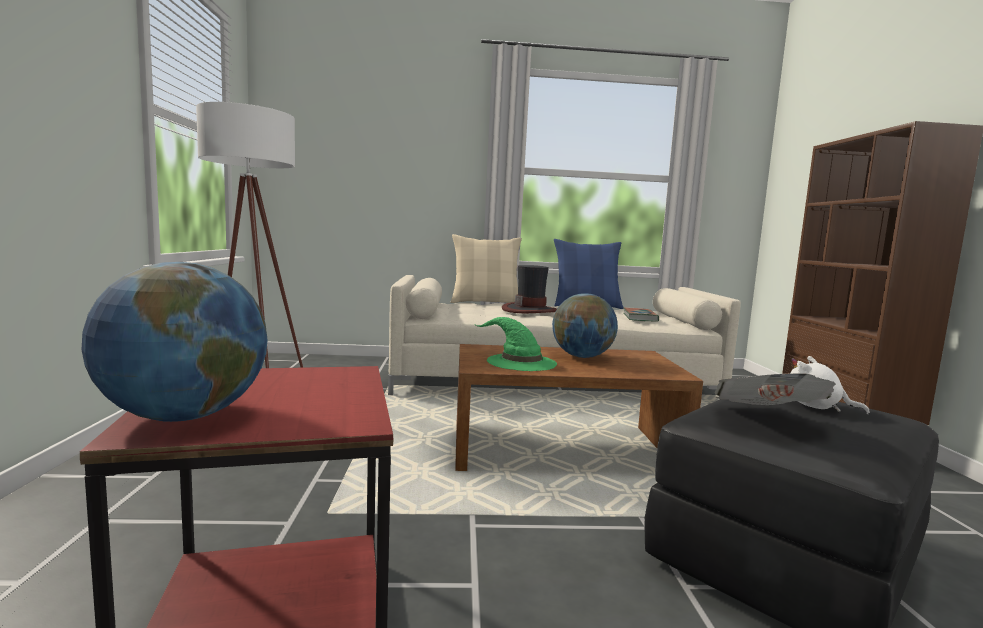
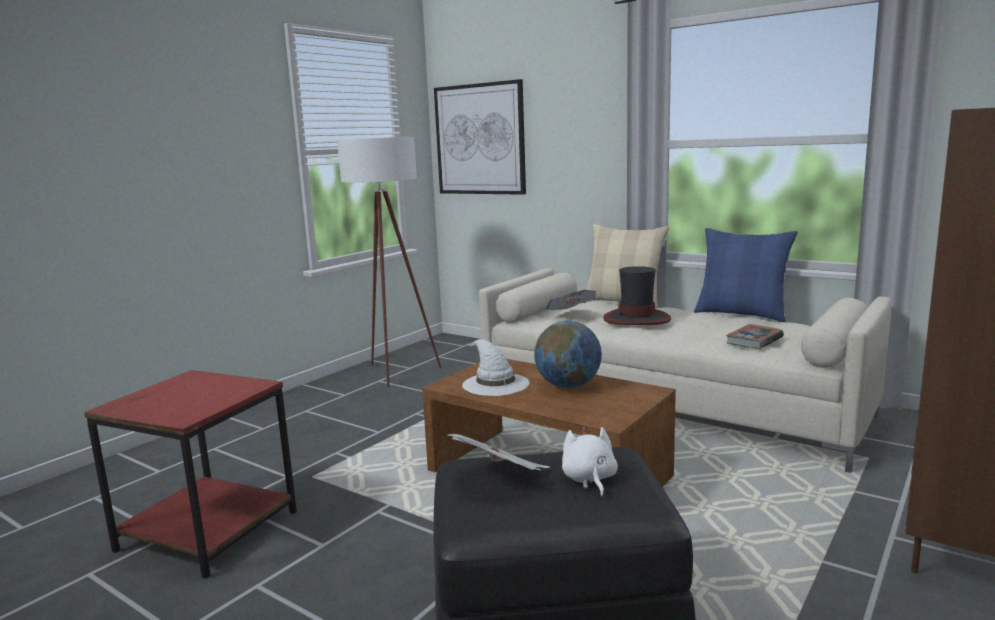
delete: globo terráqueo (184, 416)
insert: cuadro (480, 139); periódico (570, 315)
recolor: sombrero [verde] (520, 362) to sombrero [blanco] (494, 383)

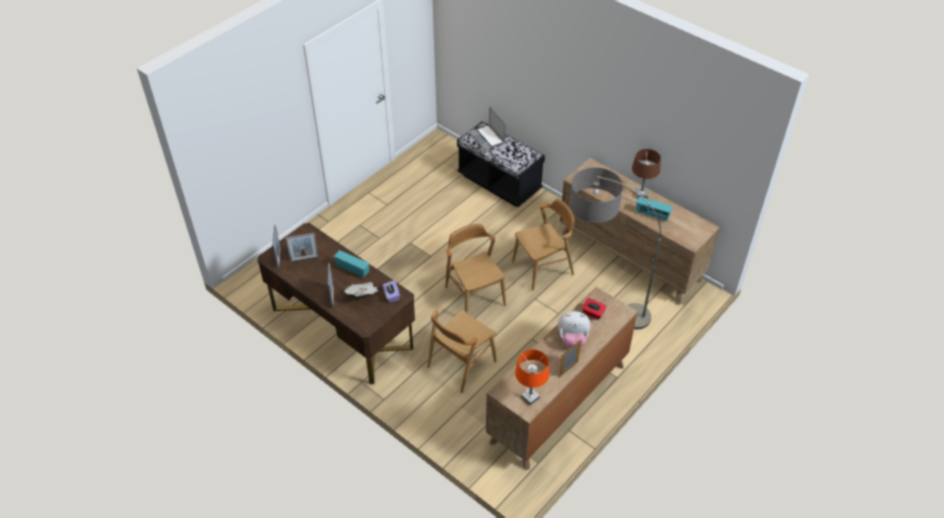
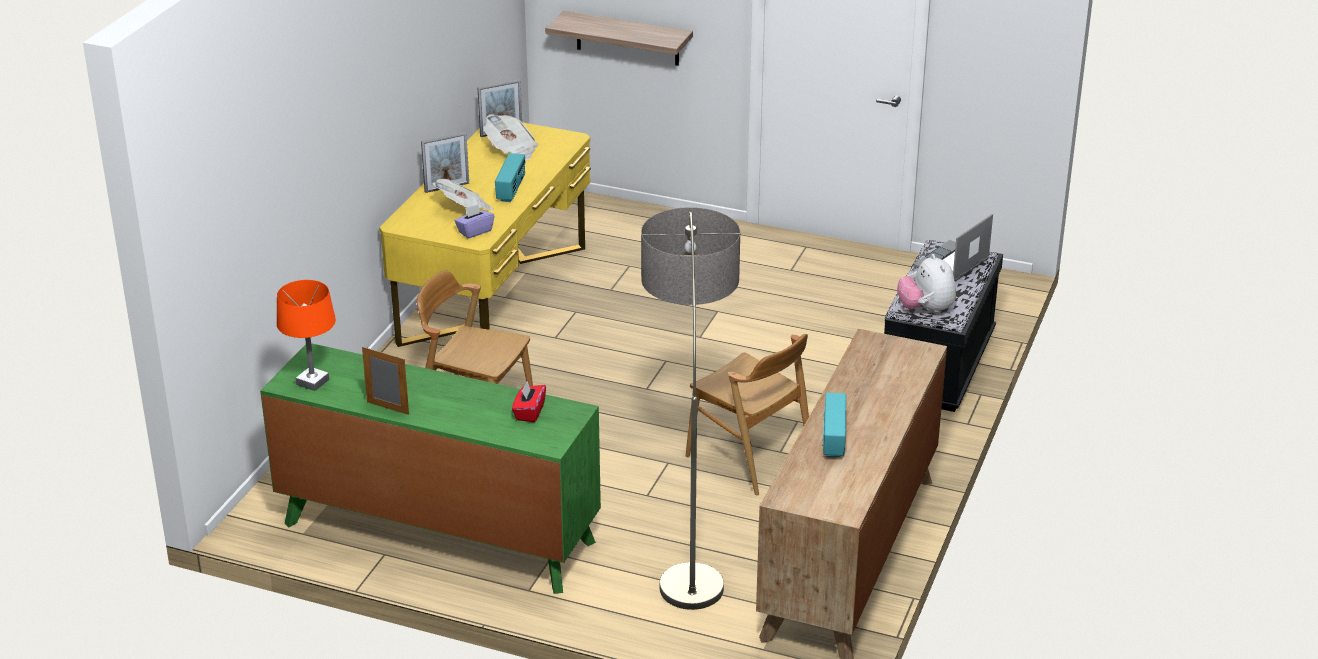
delete: silla [marrón] (475, 296); lámpara de mesa [marrón] (641, 194)
insert: estante (627, 38)
move: peluche (572, 339) to (926, 310)
replace: portarretratos (304, 258) to periódico (511, 150)
recolor: escritorio [marrón] (342, 328) to escritorio [amarillo] (494, 294); cómoda [marrón] (558, 403) to cómoda [verde] (437, 533)

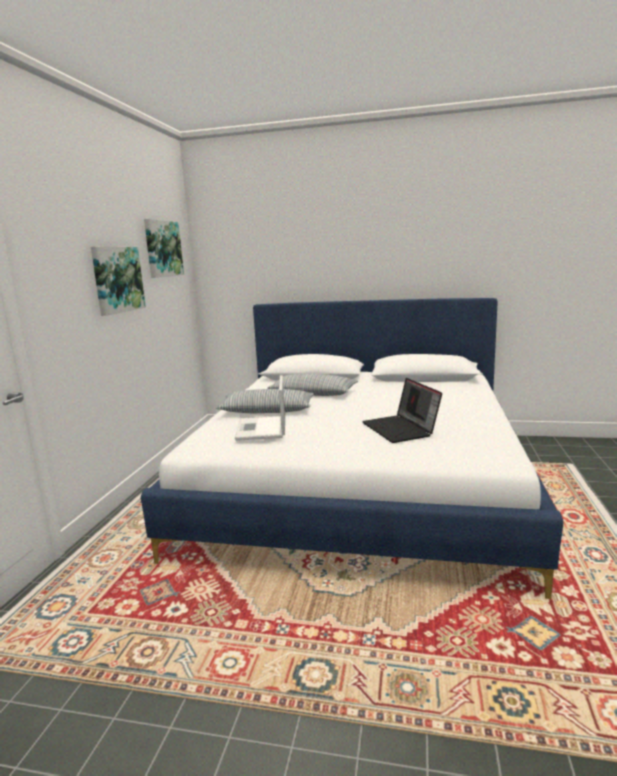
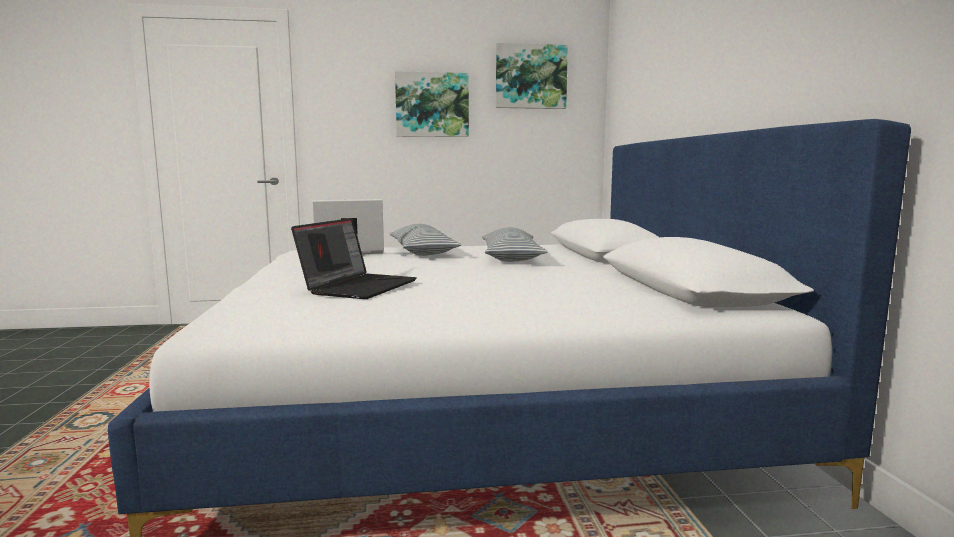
rotate: portátil (401, 429) = (358, 286) 150 degrees clockwise

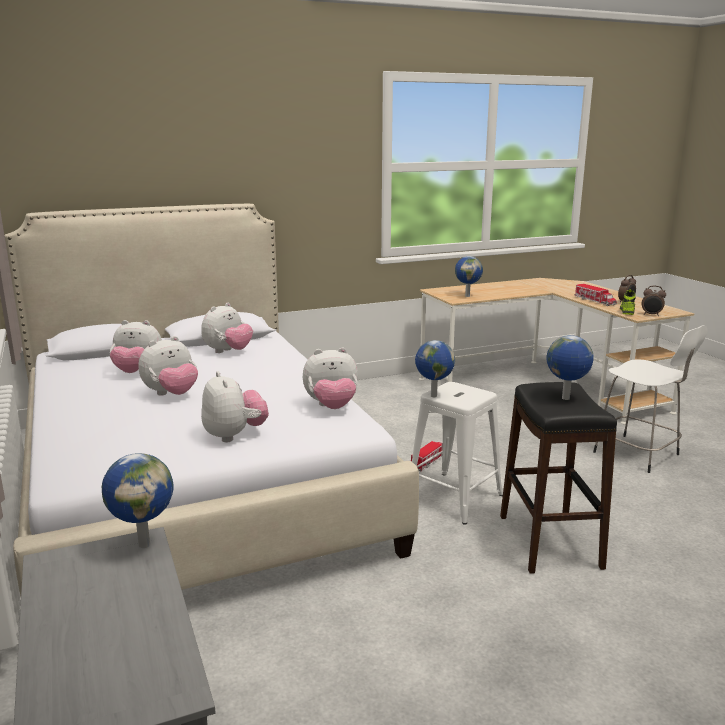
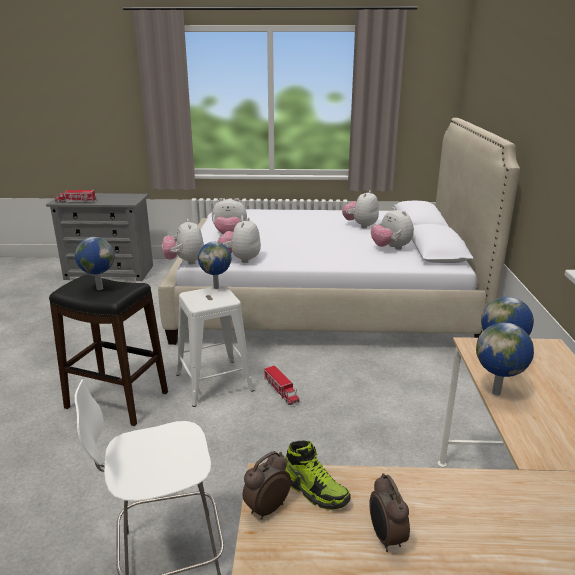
move: globo terráqueo (144, 544) to (497, 393); peluche (171, 394) to (185, 262); camión de juguete (595, 301) to (76, 201)

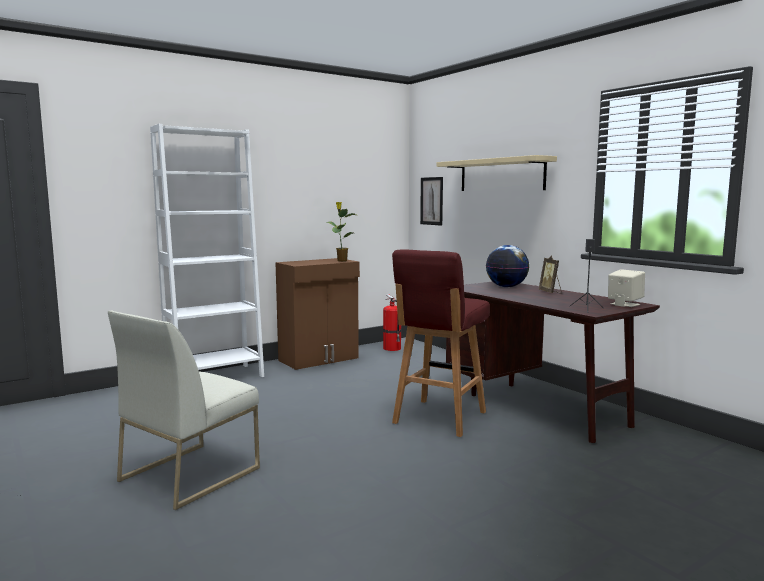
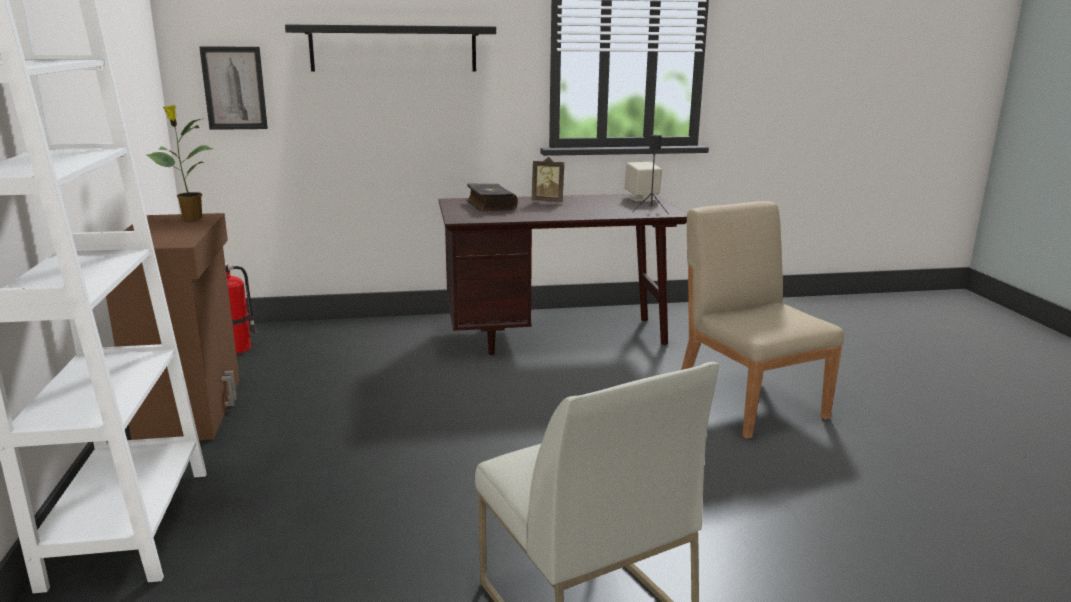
delete: taburete [rojo] (438, 418)
insert: silla [beis] (749, 402)
replace: globo terráqueo (506, 287) to libro (490, 205)
recolor: estante [beis] (501, 175) to estante [negro] (393, 48)

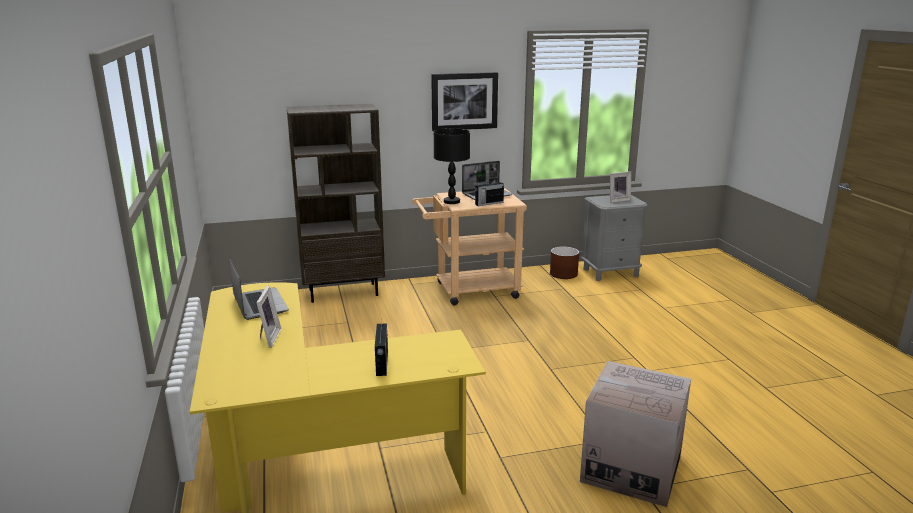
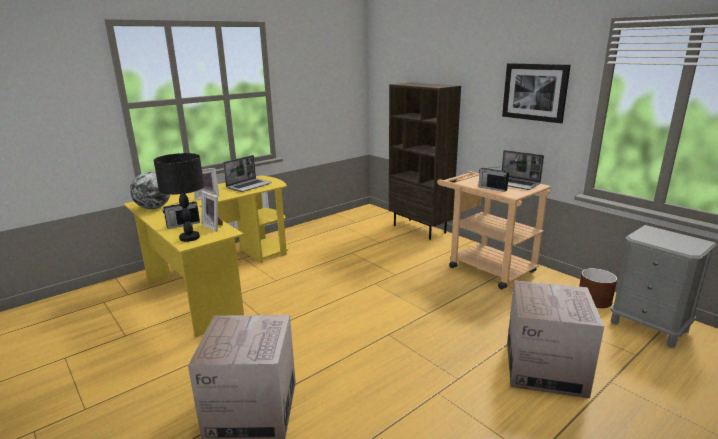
insert: globo terráqueo (154, 208); caja de cartón (545, 368)
move: lámpara de mesa [negro] (451, 201) to (190, 237); portarretratos (618, 200) to (214, 226)

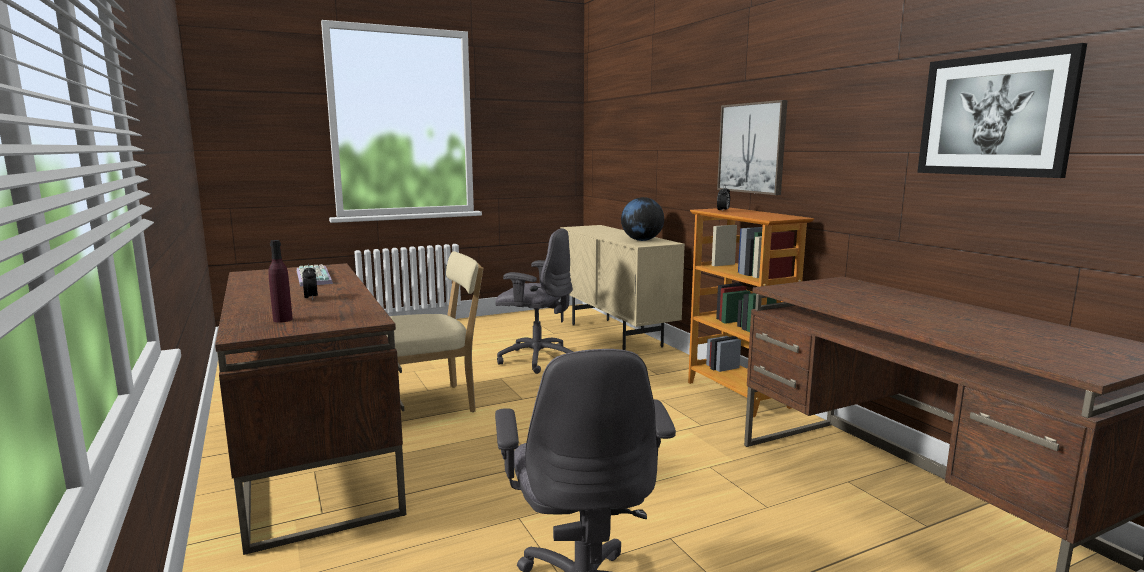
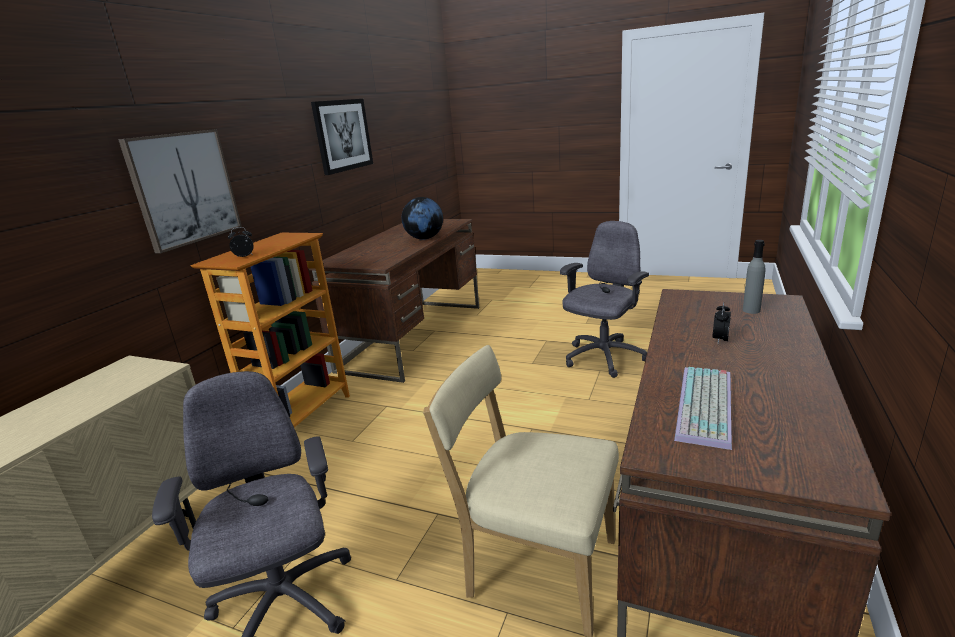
move: globo terráqueo (642, 240) to (424, 238)
recolor: botella [morado] (283, 320) to botella [gris] (751, 310)

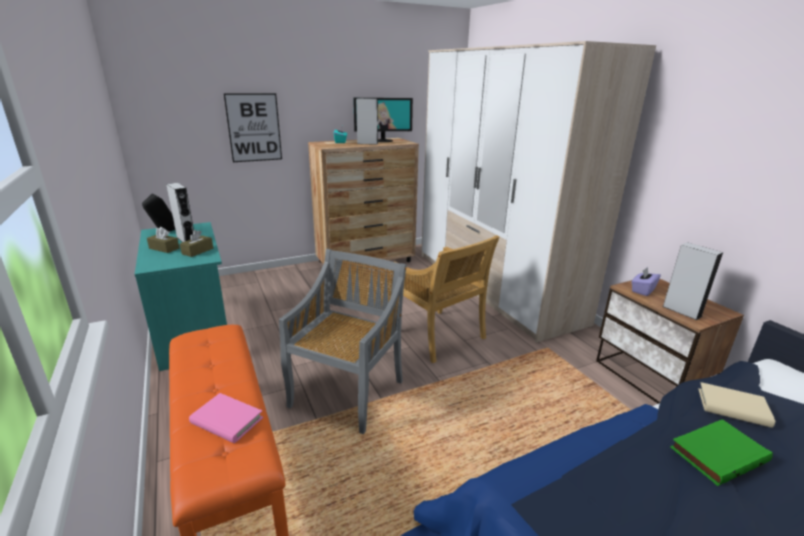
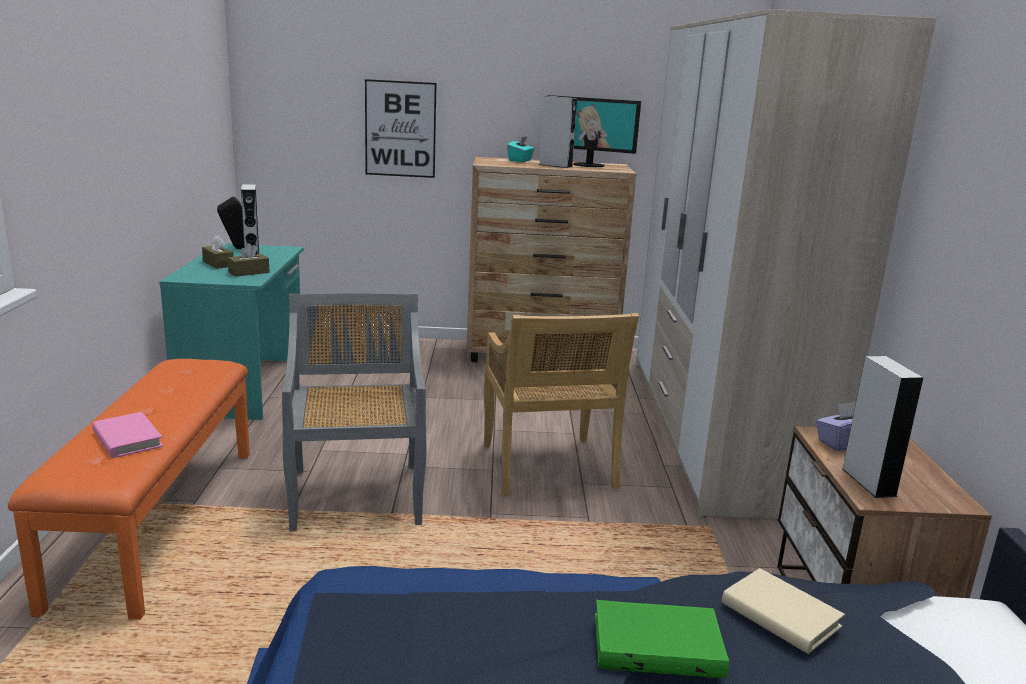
rotate: silla [gris] (348, 392) = (356, 495) 60 degrees counterclockwise

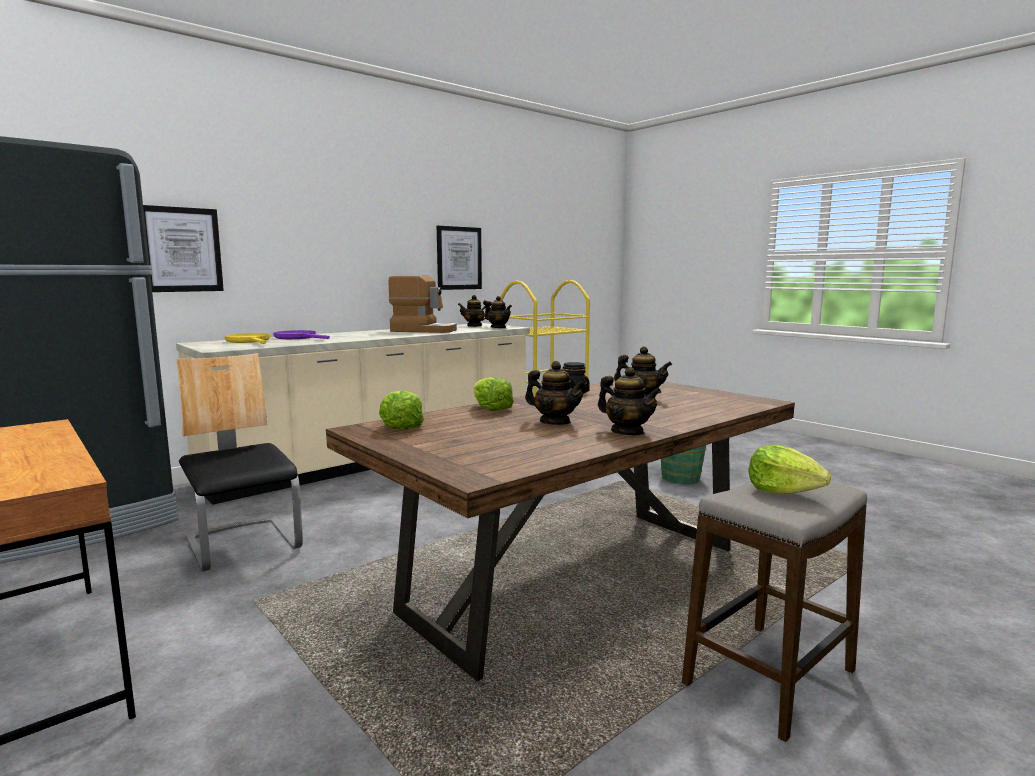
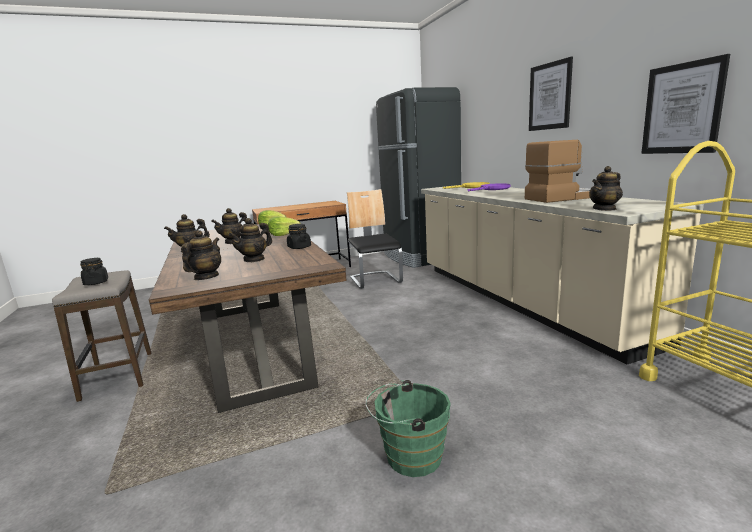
move: cuadro (182, 249) to (550, 96); tetera (474, 326) to (206, 277)
replace: lechuga (783, 490) to tarro [negro] (96, 282)
rotate: silla (244, 544) = (375, 280) 90 degrees counterclockwise; cafetera (424, 330) = (560, 198) 135 degrees counterclockwise

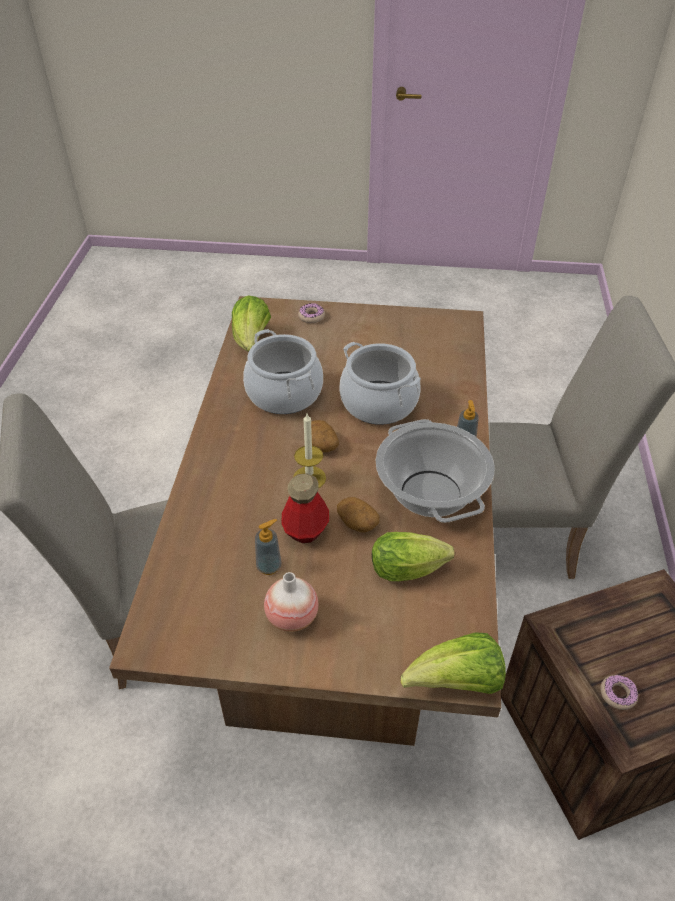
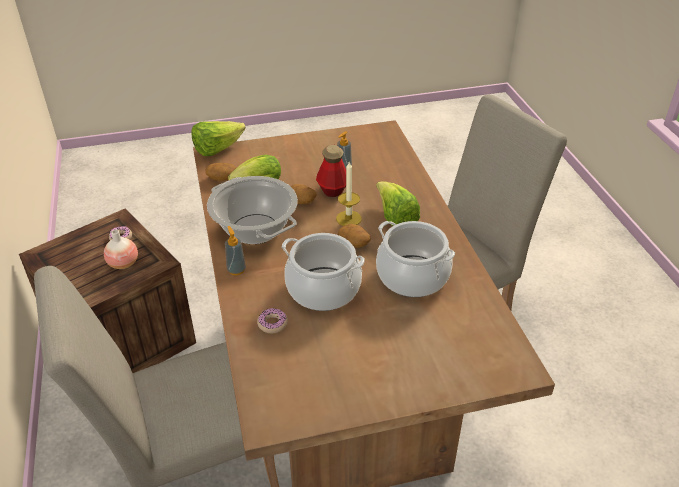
insert: patata (221, 178)
move: lechuga (251, 341) to (395, 218); florero (292, 617) to (123, 264); rosquilla (311, 317) to (272, 324)

